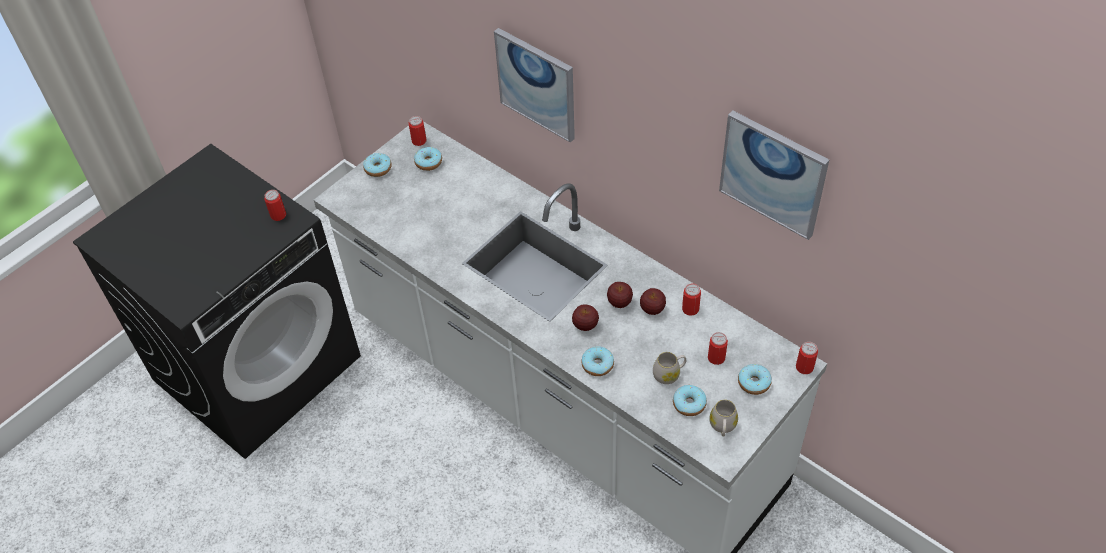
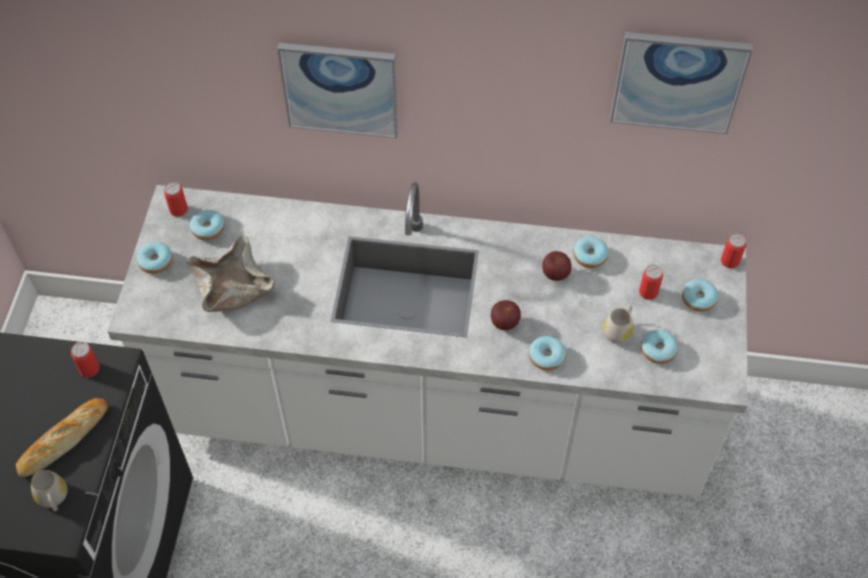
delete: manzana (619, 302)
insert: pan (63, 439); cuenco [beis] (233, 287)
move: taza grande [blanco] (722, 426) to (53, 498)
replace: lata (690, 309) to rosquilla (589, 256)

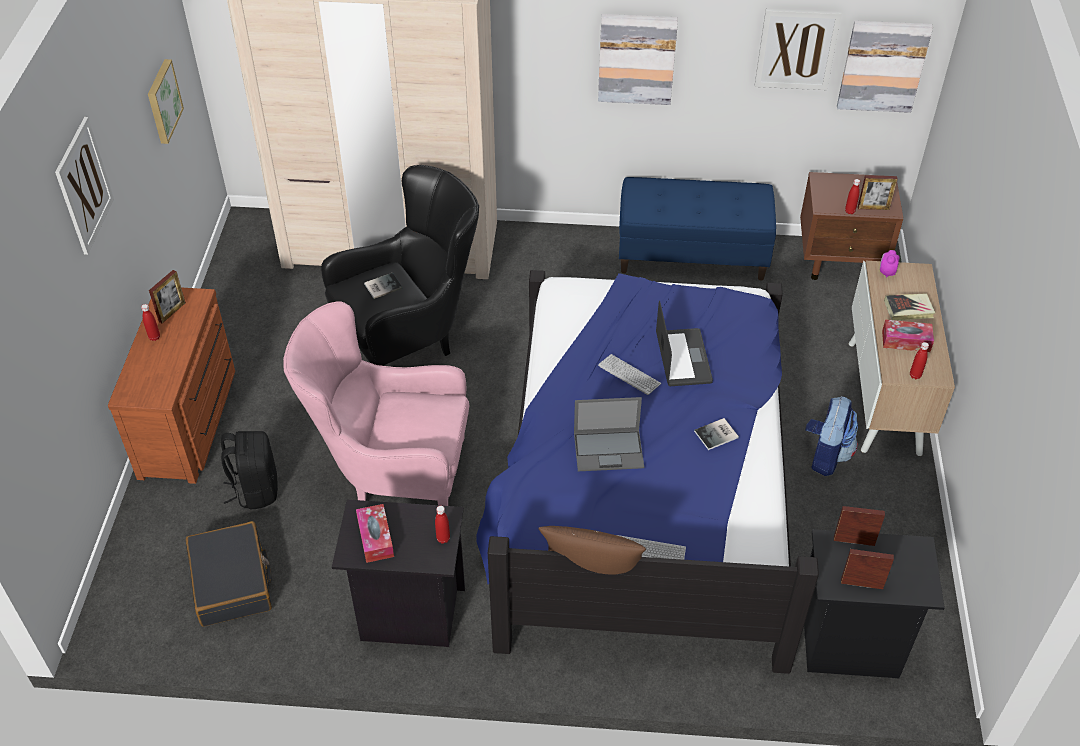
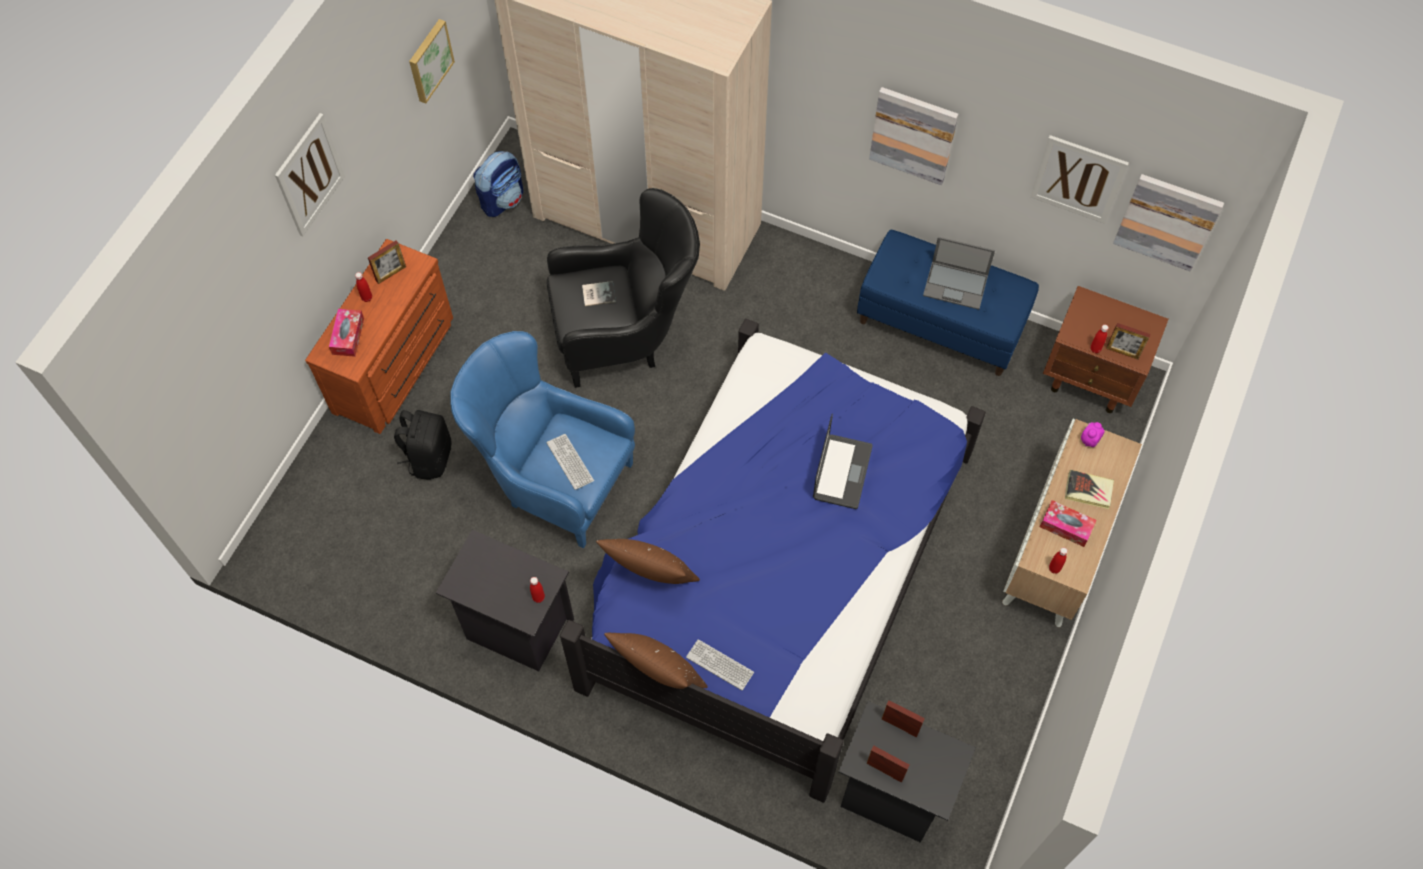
delete: maleta [negro] (232, 582); libro (717, 435)
insert: cojín [marrón] (650, 577)
move: caja de pañuelos (375, 538) to (348, 336); portátil (609, 450) to (956, 285); teclado (629, 375) to (570, 462); mochila (826, 455) to (502, 199)
recolor: sillón [rosa] (392, 473) to sillón [azul] (553, 480)

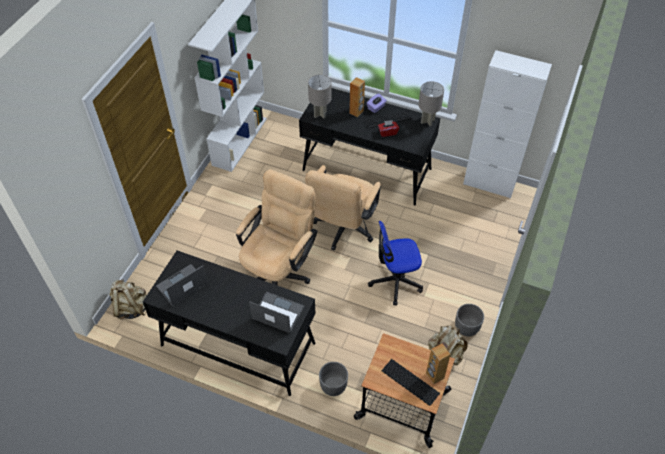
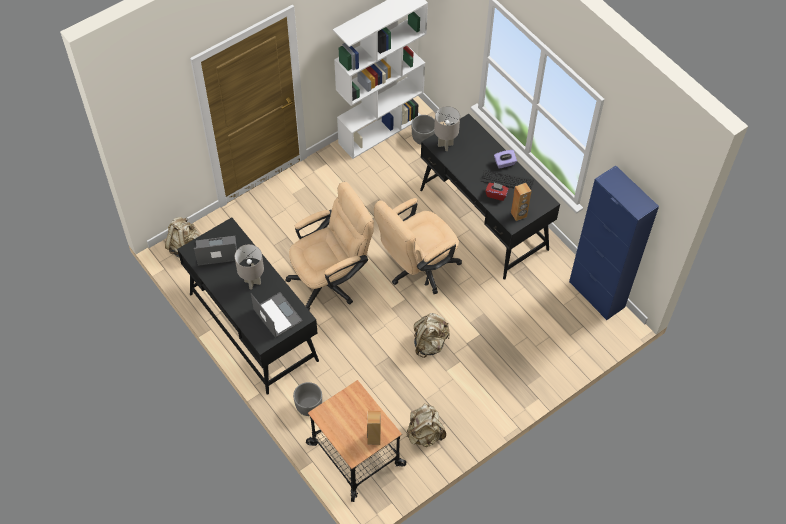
delete: teclado (410, 382)
move: altavoz [marrón] (356, 112) to (518, 215); lámpara de mesa [gris] (428, 121) to (253, 282); maceta [gris] (467, 327) to (423, 137)
replace: silla de oficina (395, 281) to mochila [beis] (430, 343)
recolor: armario [blanco] (489, 183) to armario [azul] (596, 294)

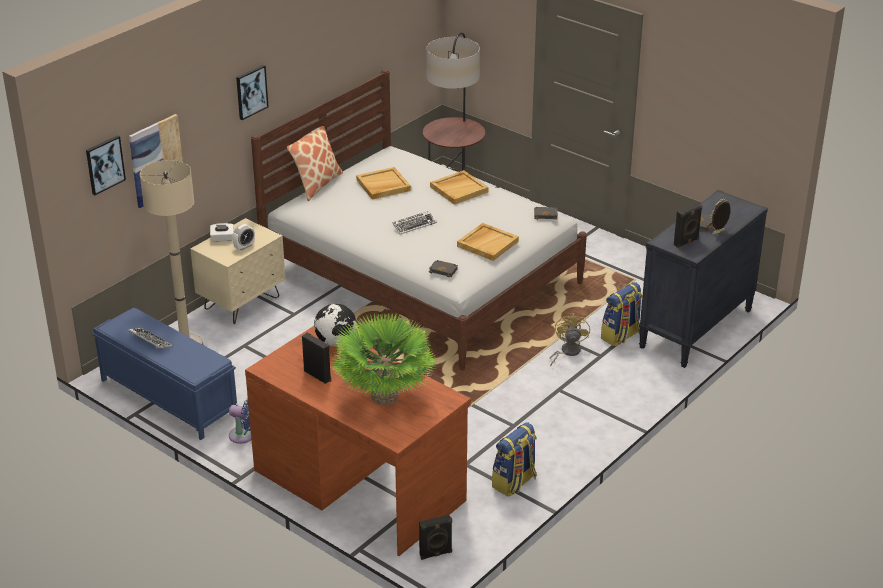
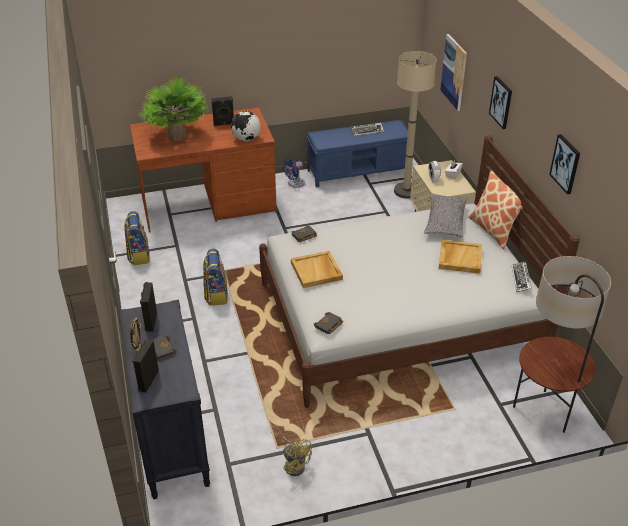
delete: bandeja [beis] (459, 189)
insert: cojín [gris] (445, 222)
move: cuadro (104, 164) to (565, 164); teclado (414, 225) to (521, 279); altavoz [negro] (436, 554) to (147, 380); ventilador [amarillo] (567, 352) to (295, 464); mochila (621, 336) to (216, 294)

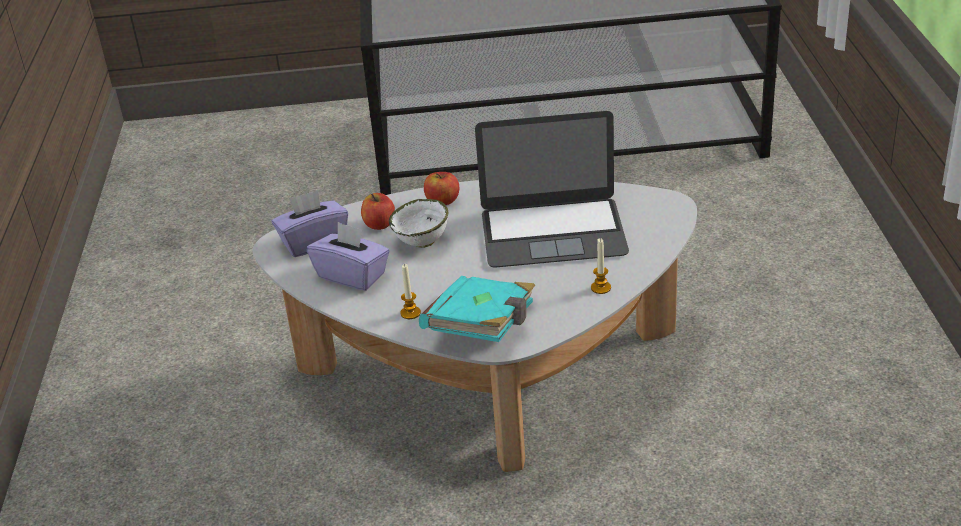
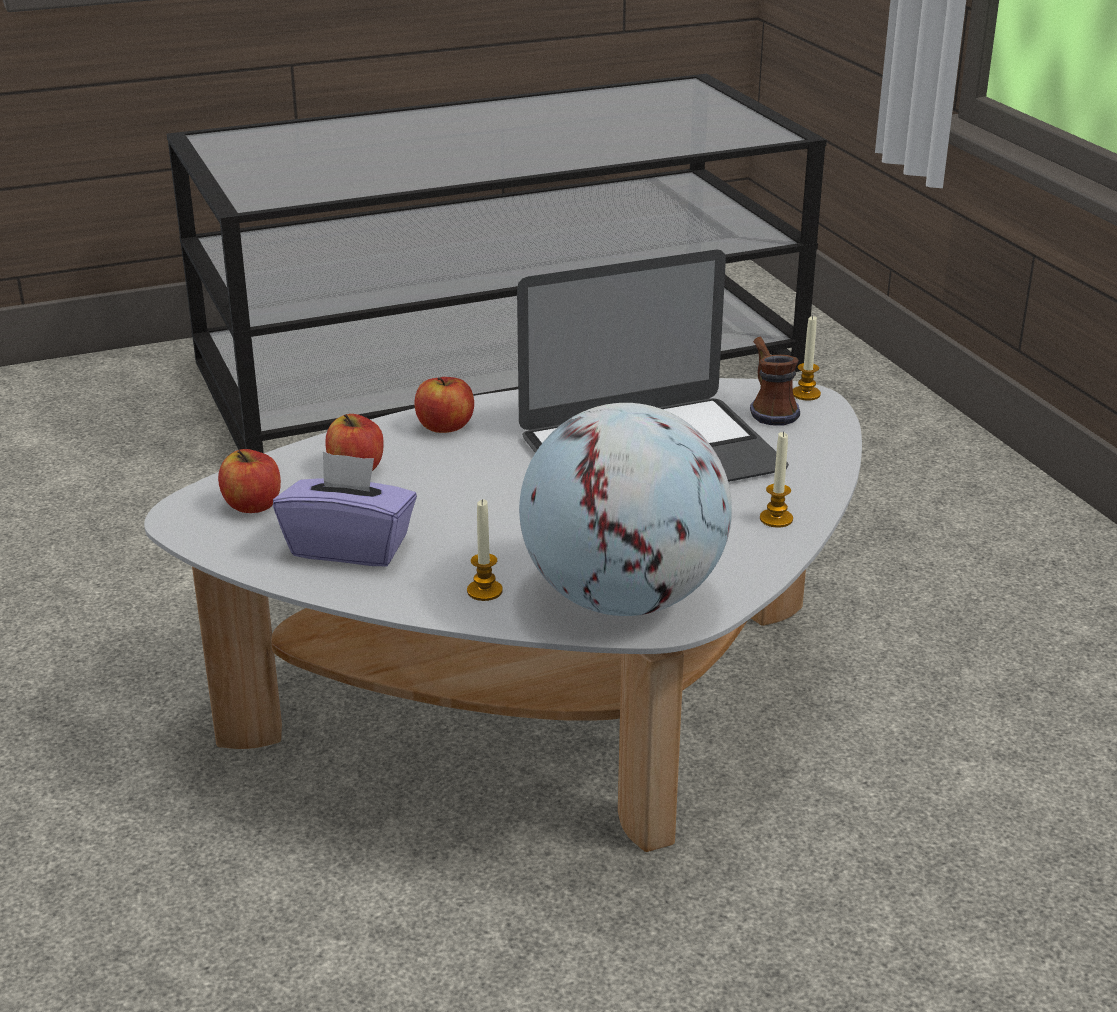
delete: cuenco [blanco] (423, 243)
insert: taza grande (769, 409); vela (806, 394)
replace: caja de pañuelos [morado] (313, 242) to manzana (253, 505); libro [turquesa] (483, 328) to globo terráqueo (623, 599)

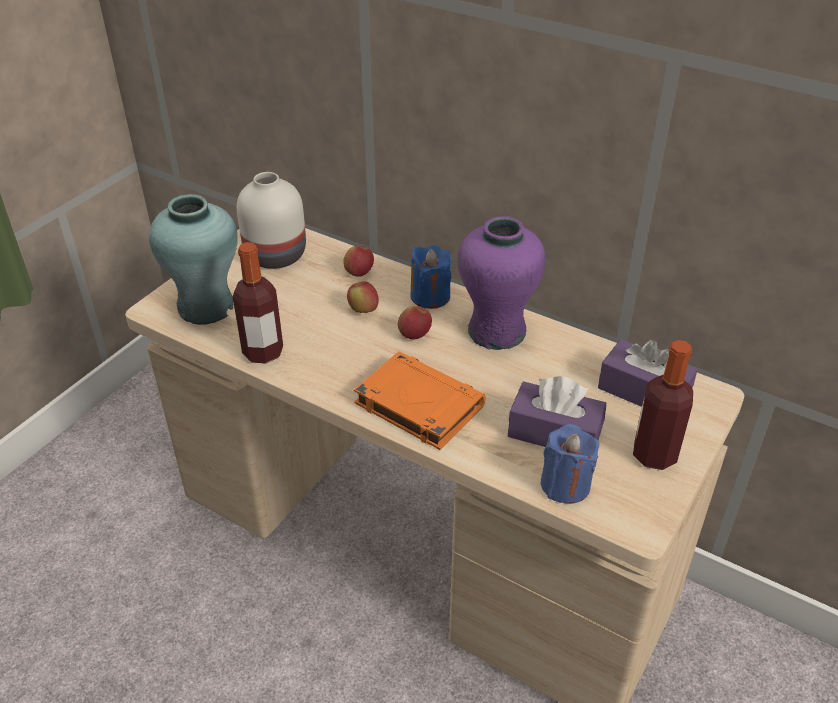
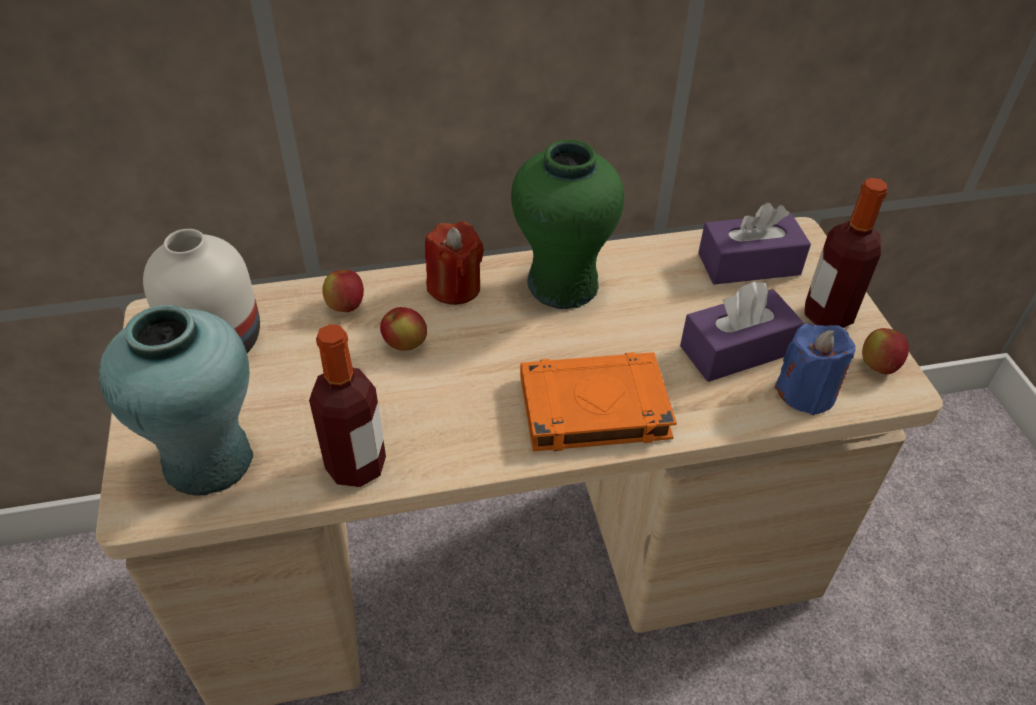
move: manzana (414, 335) to (878, 366)
recolor: vela [azul] (430, 296) to vela [rojo] (454, 287); florero [morado] (496, 331) to florero [verde] (562, 284)

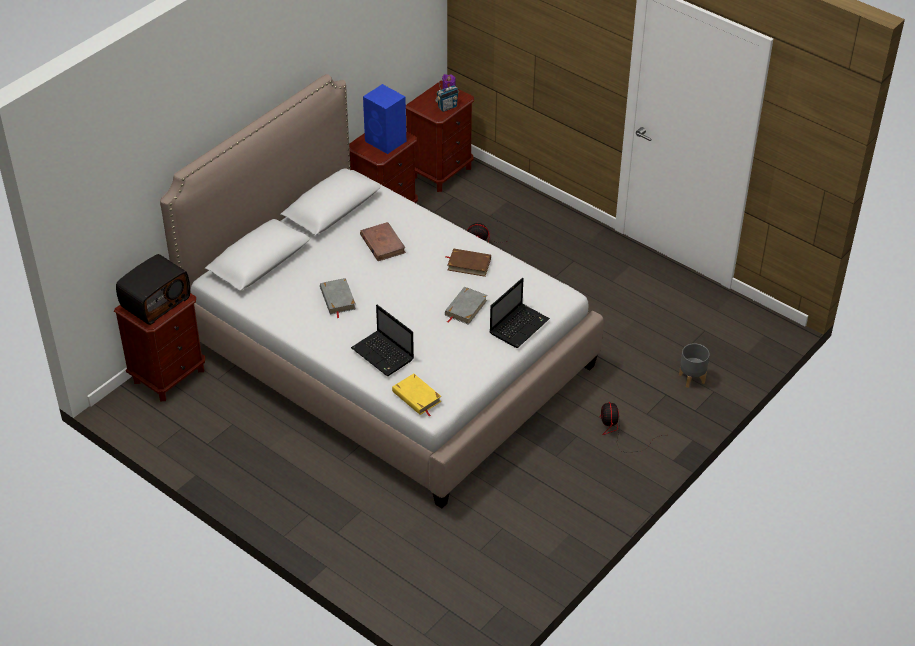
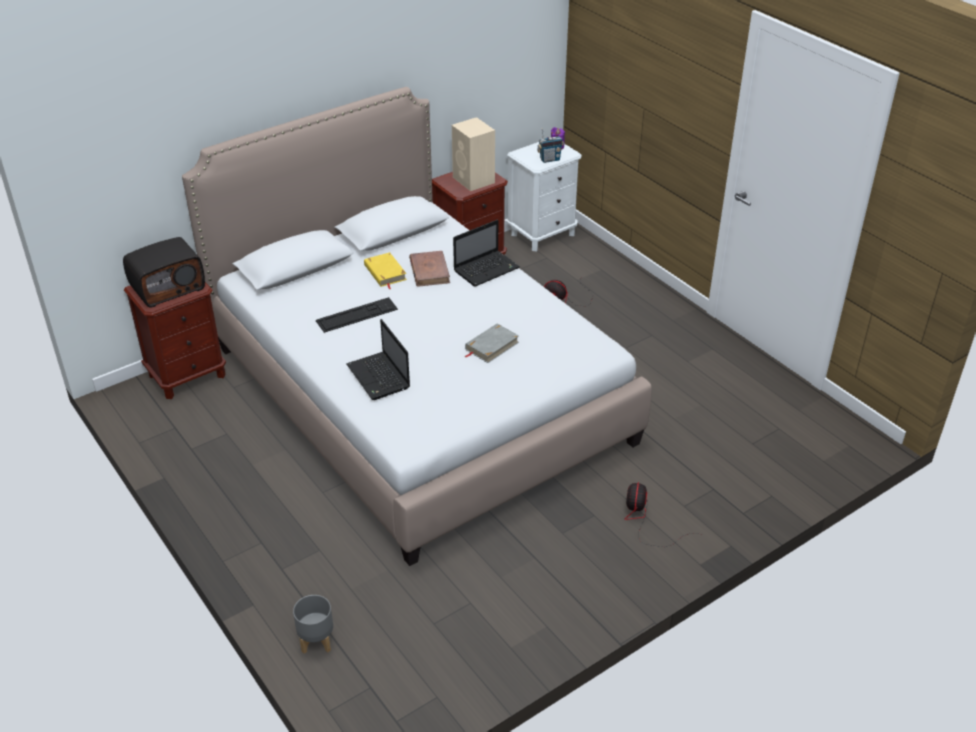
delete: libro [marrón] (469, 264)
move: libro [amarillo] (416, 397) to (385, 273); portátil (519, 325) to (487, 269); maceta [gris] (691, 378) to (316, 640)
replace: libro [gris] (337, 299) to teclado (357, 315)
recolor: altavoz [azul] (386, 141) to altavoz [beis] (474, 180); mesita de noche [marrón] (441, 172) to mesita de noche [blanco] (542, 234)

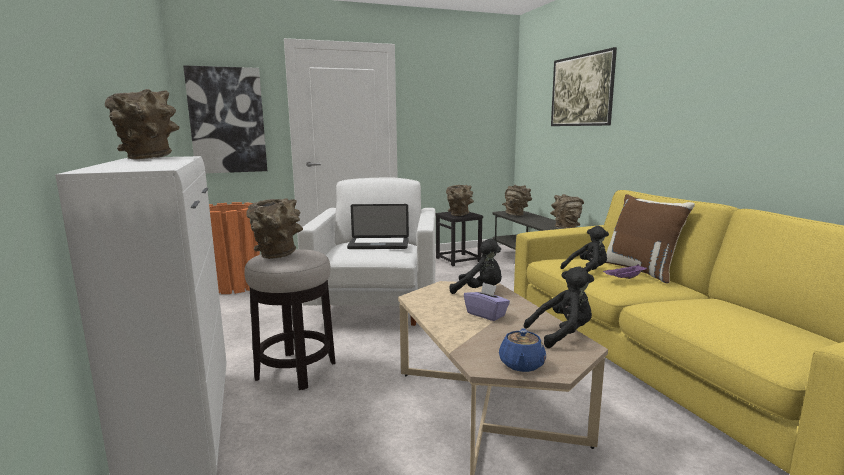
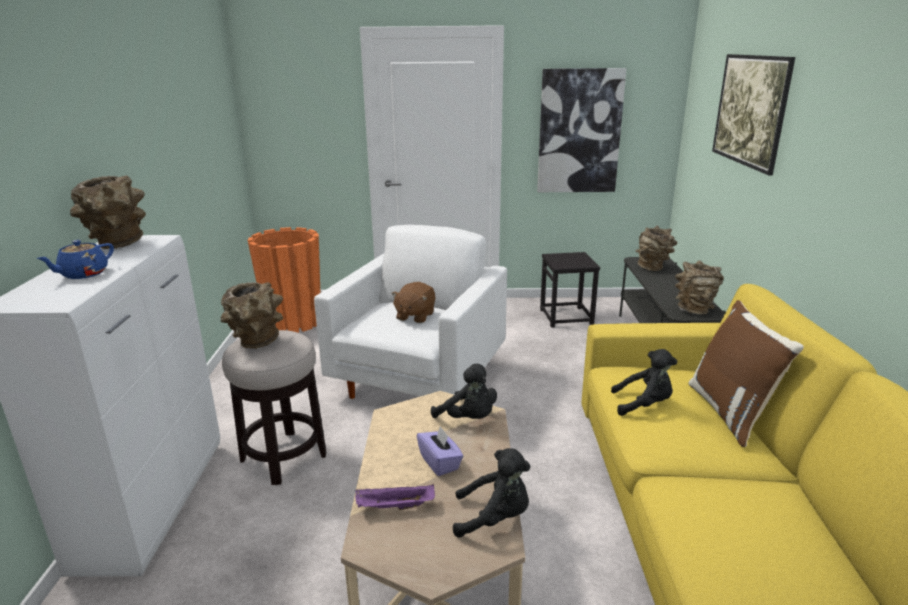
delete: florero [marrón] (459, 215)
move: cuadro (227, 120) to (579, 132); tetera [azul] (521, 365) to (83, 274); bandeja [morado] (624, 278) to (394, 507)
replace: portátil (378, 245) to peluche [marrón] (414, 316)

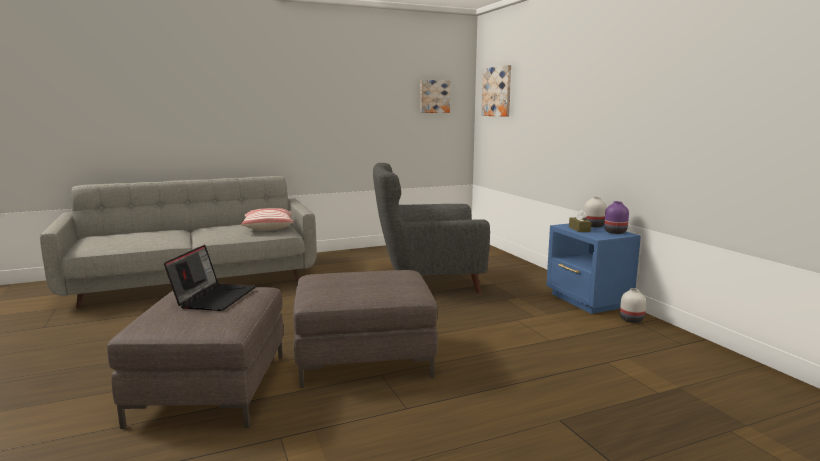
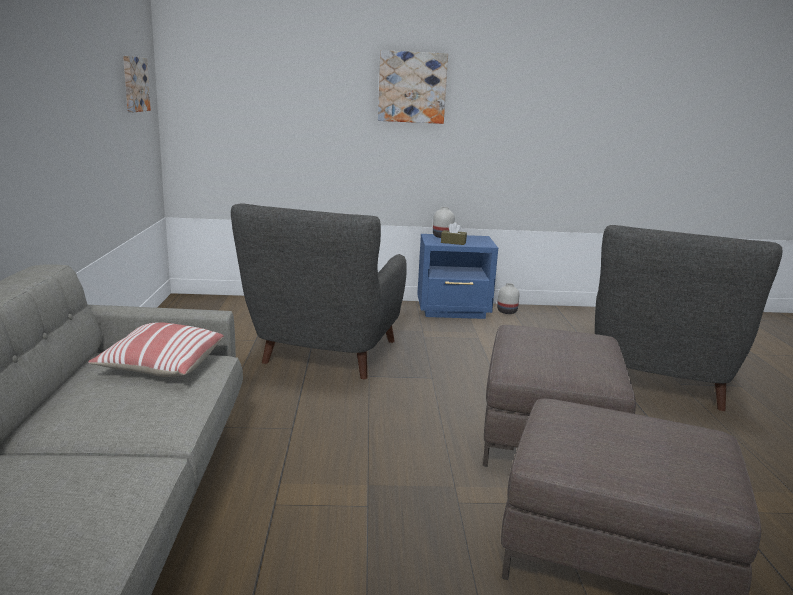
delete: portátil (214, 297); florero [morado] (614, 232)
insert: sillón [gris] (658, 381)
move: cuadro (497, 91) to (412, 87)

